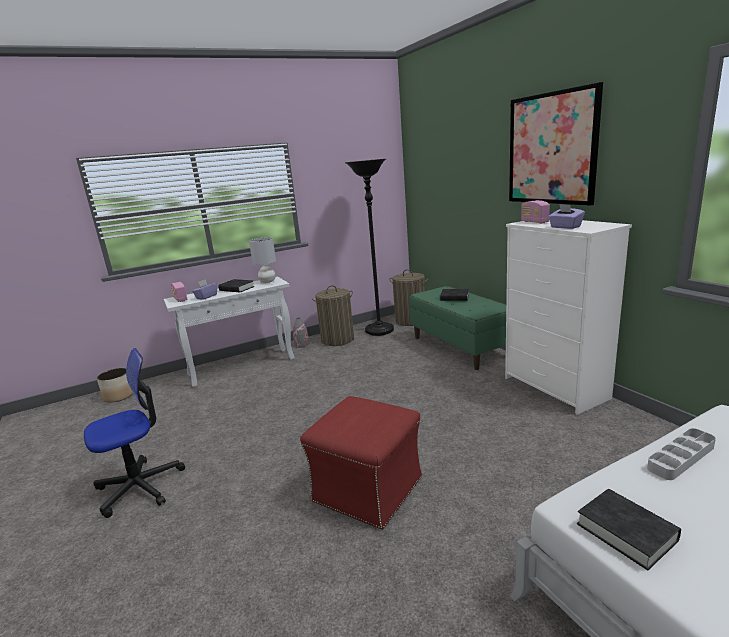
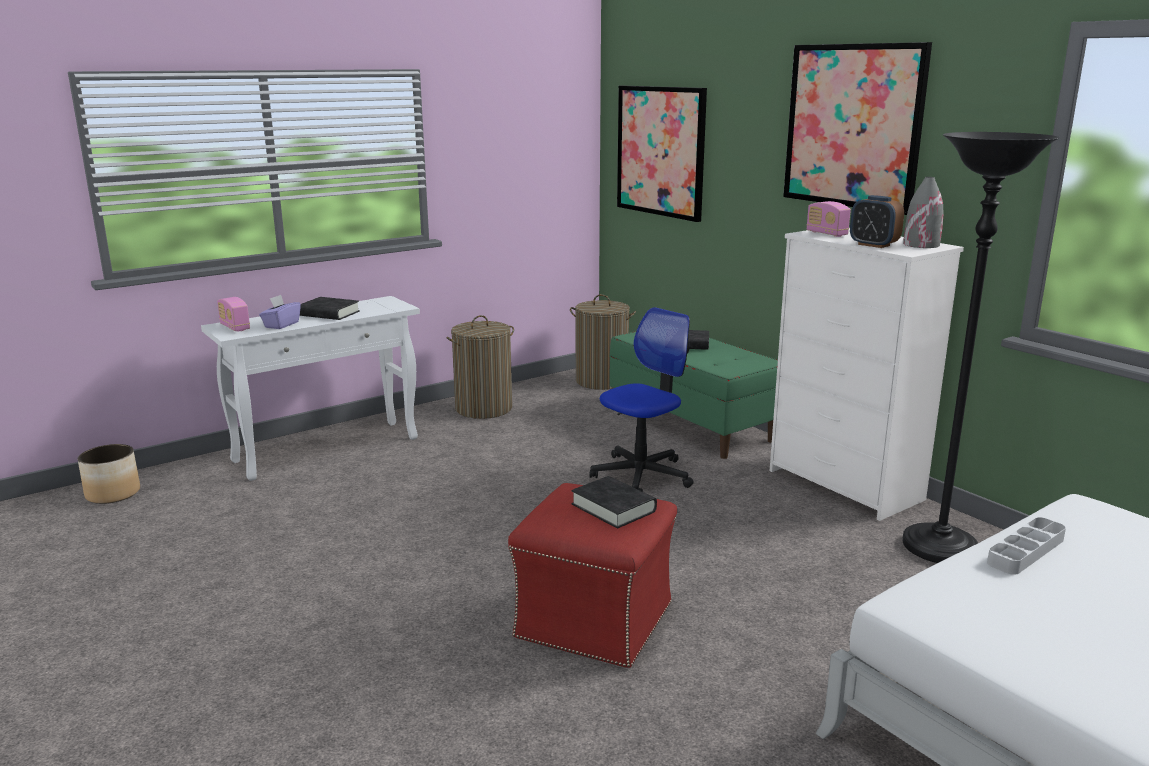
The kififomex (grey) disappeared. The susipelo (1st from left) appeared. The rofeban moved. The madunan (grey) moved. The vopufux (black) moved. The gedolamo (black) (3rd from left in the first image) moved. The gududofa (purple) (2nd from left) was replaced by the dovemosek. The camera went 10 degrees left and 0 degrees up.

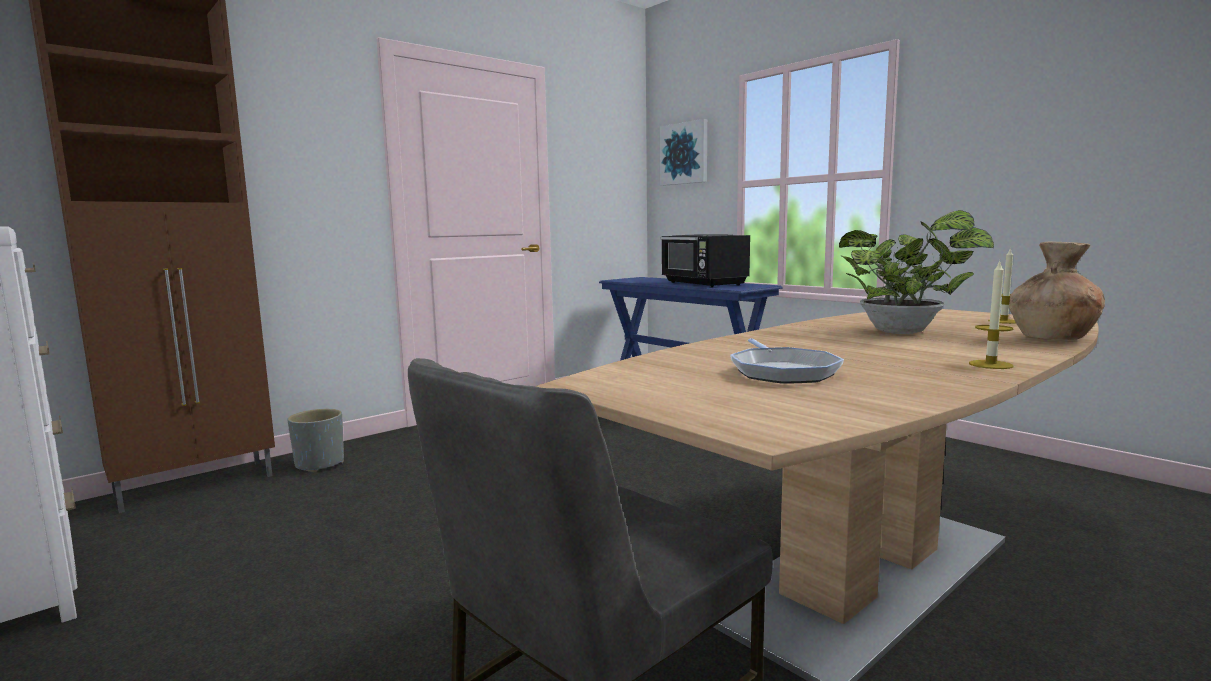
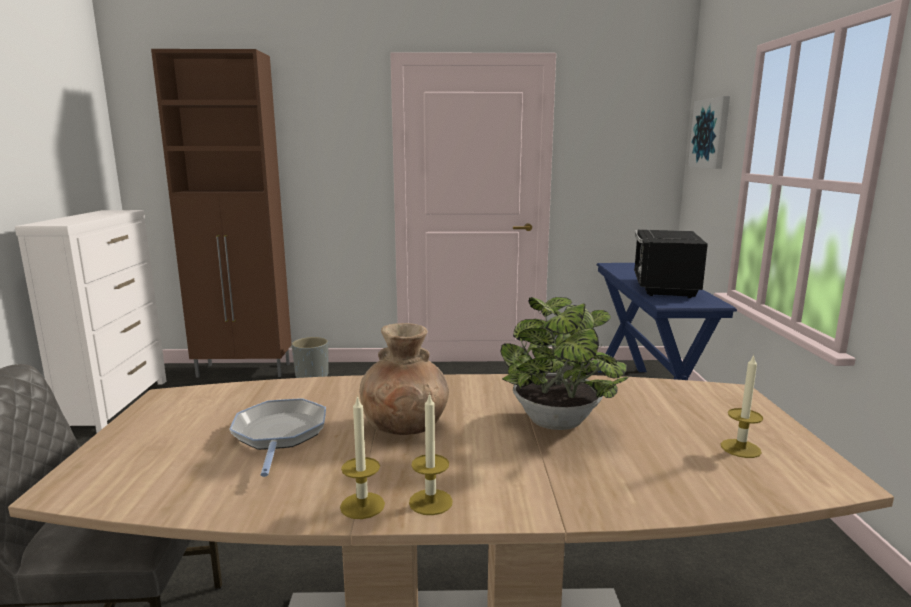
The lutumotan (1st from left) appeared. The madunan (brown) moved. The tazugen turned 135 degrees clockwise. The camera went 40 degrees right and 5 degrees up.

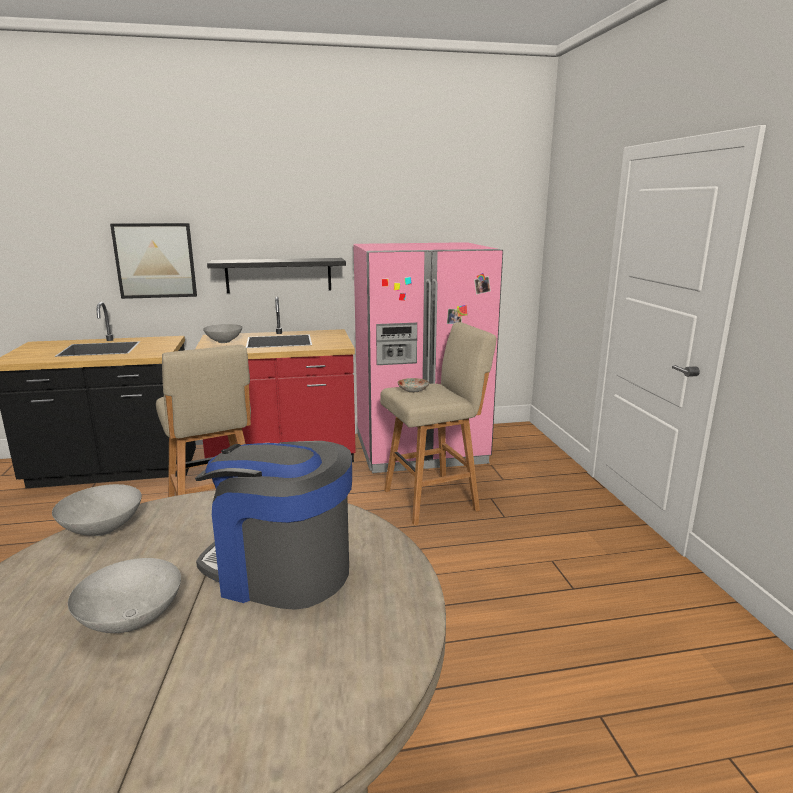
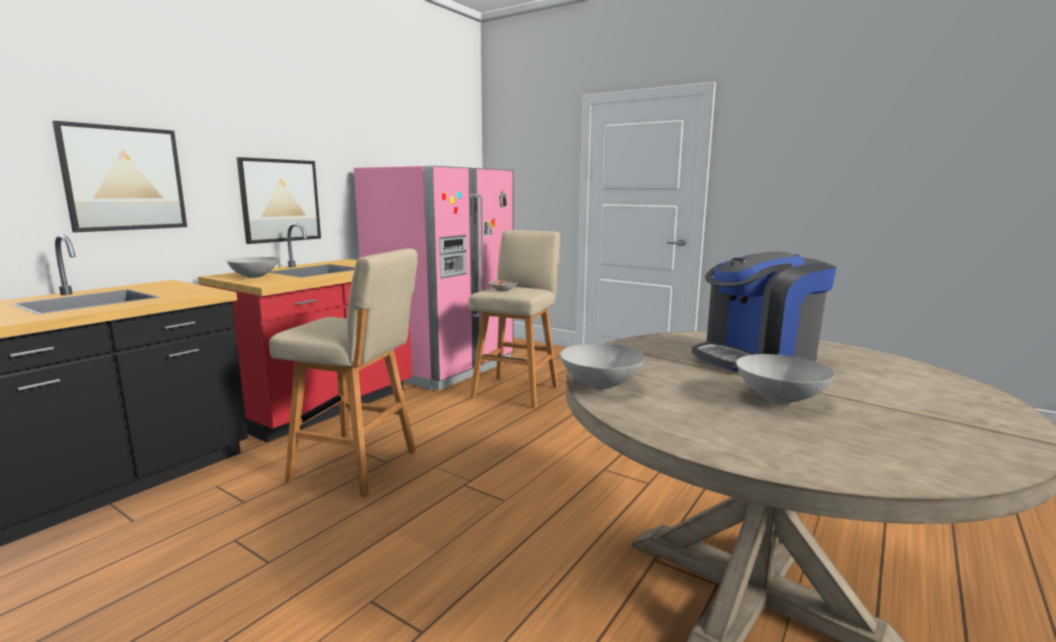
The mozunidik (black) was replaced by the susipelo (2nd from left). The camera went 45 degrees left and 5 degrees down.

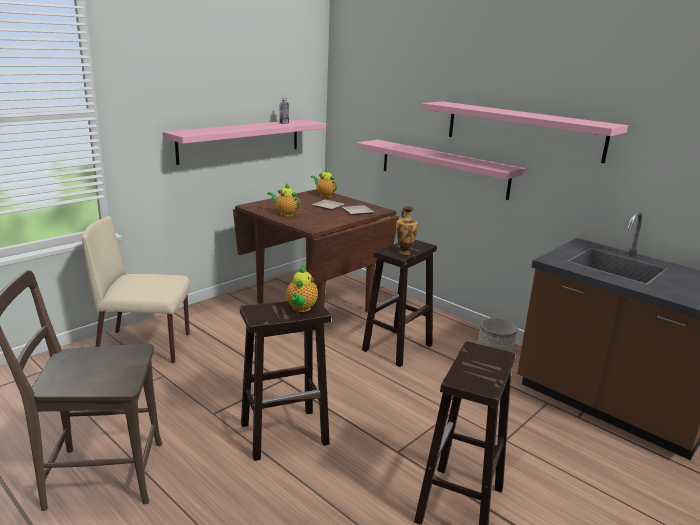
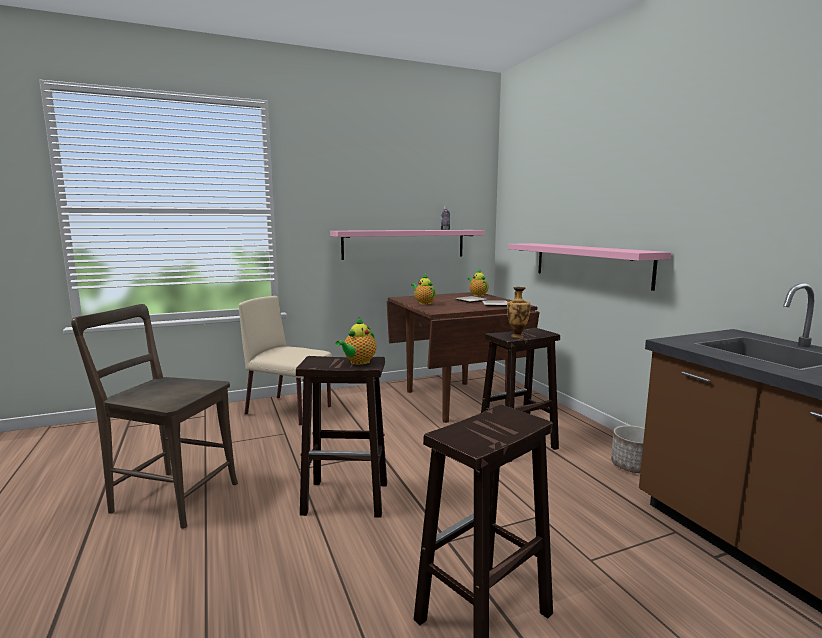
The mozunidik (pink) (3rd from left) disappeared. The camera went 25 degrees right and 10 degrees down.

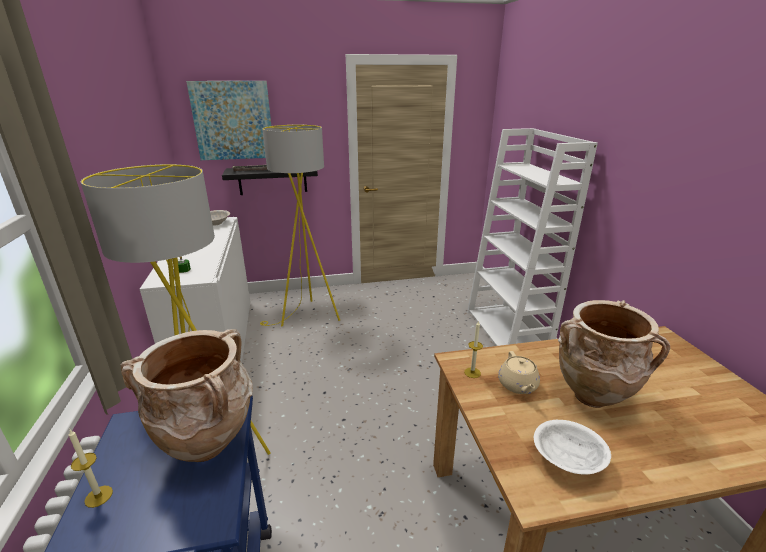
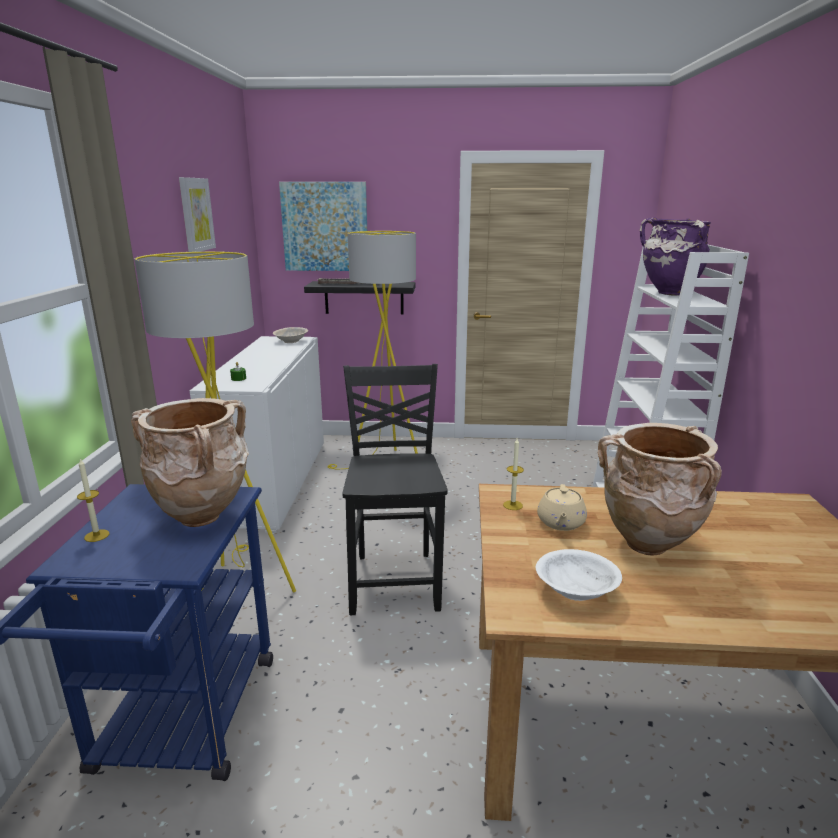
The susipelo (1st from left) appeared. The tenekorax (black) appeared. The madunan (purple) appeared. The camera went 15 degrees right and 5 degrees down.

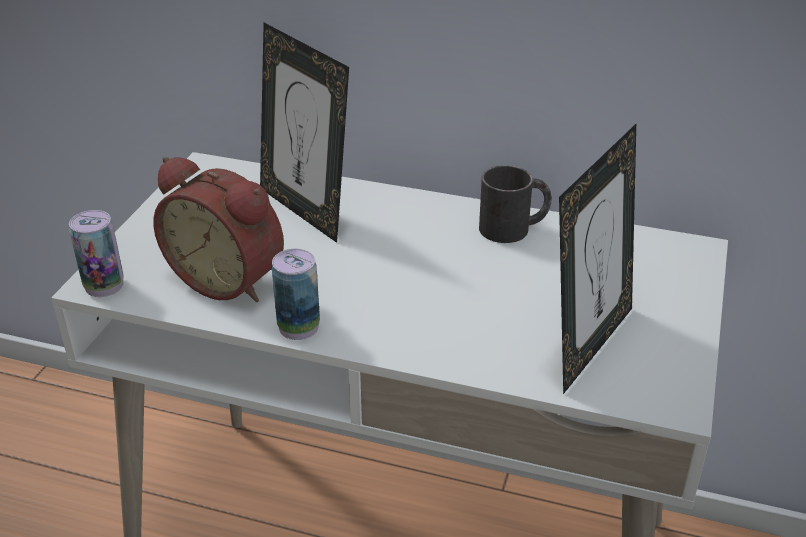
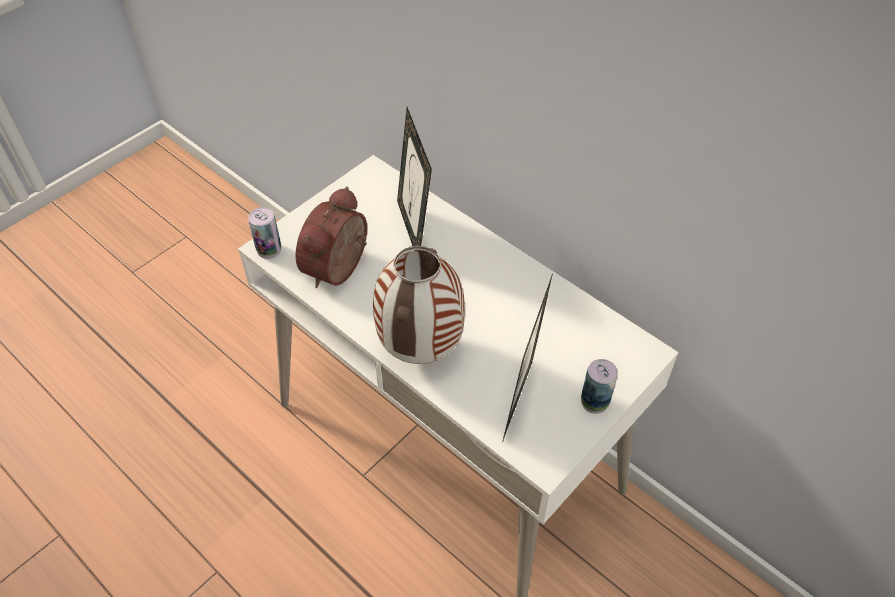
The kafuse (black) disappeared. The madunan appeared. The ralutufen (2nd from left) moved. The dovemosek turned 60 degrees clockwise. The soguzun (2nd from left) turned 135 degrees clockwise. The camera went 25 degrees right and 15 degrees up.

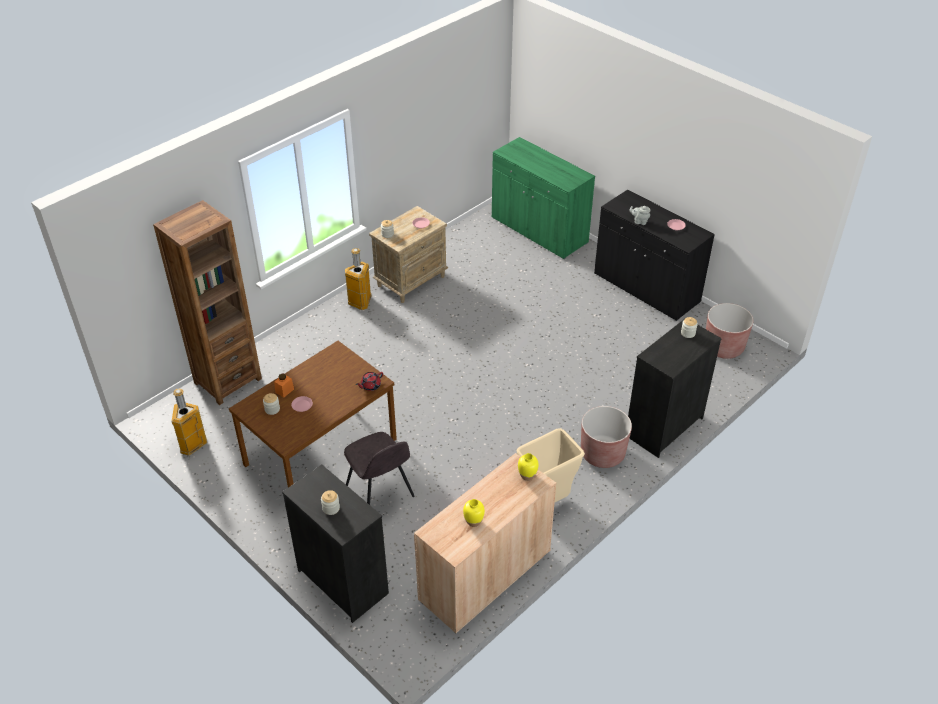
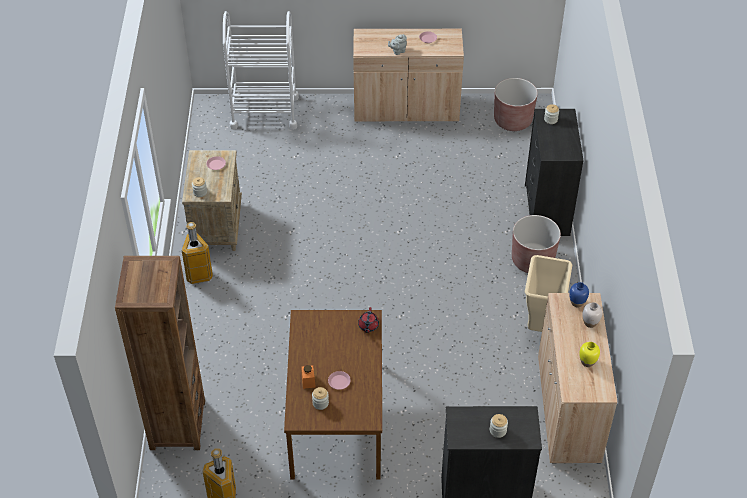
The tenekorax (grey) disappeared. The madunan (white) appeared. The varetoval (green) was replaced by the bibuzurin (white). The madunan (yellow) (2nd from left) became the madunan (blue). The varetoval (black) became the varetoval (beige) (1st from left). The camera went 45 degrees left and 5 degrees up.

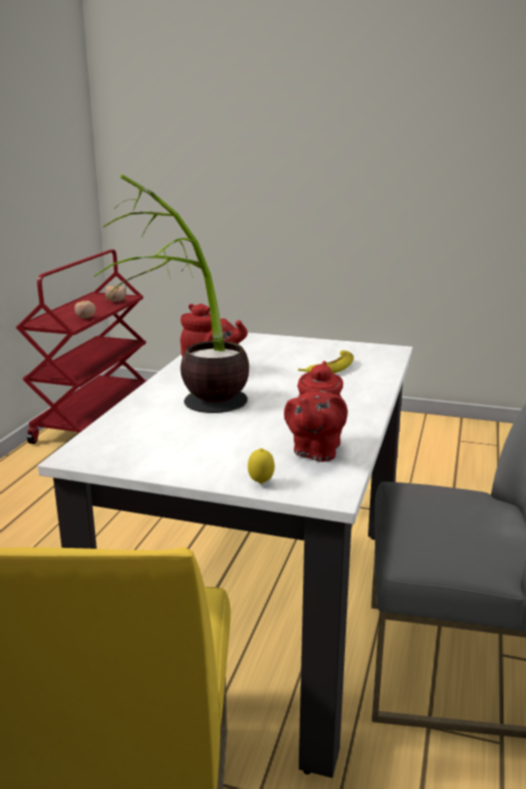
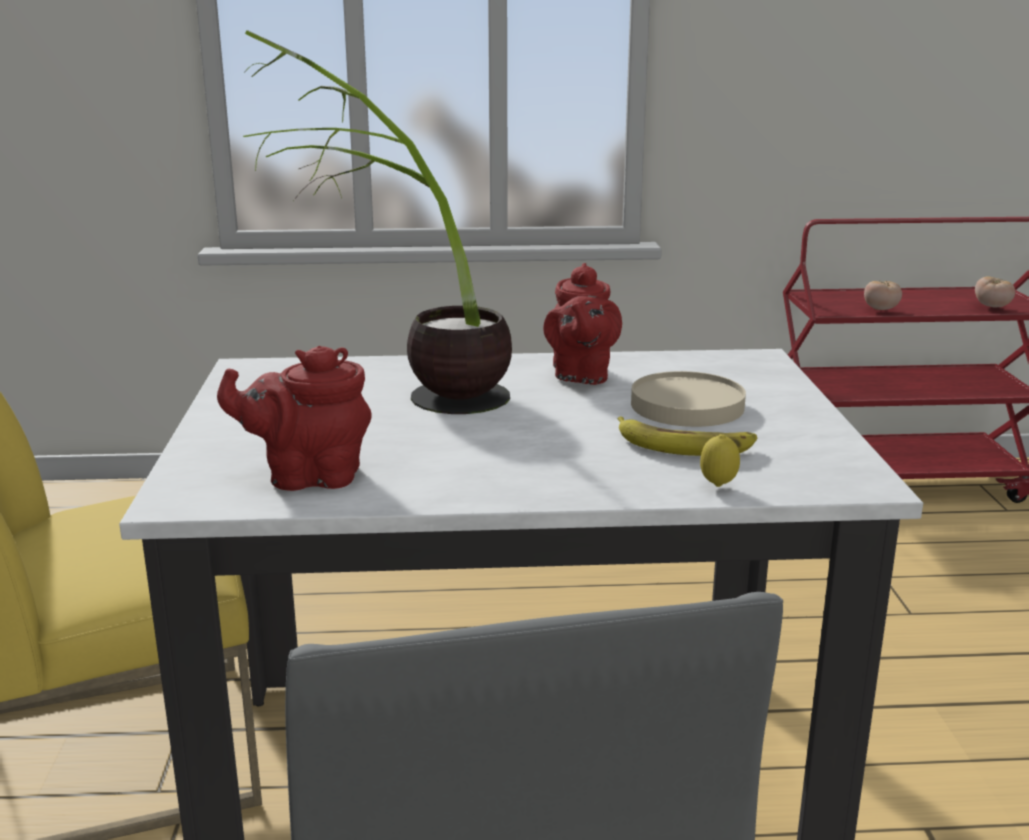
The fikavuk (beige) appeared. The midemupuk moved. The camera went 70 degrees right and 0 degrees up.

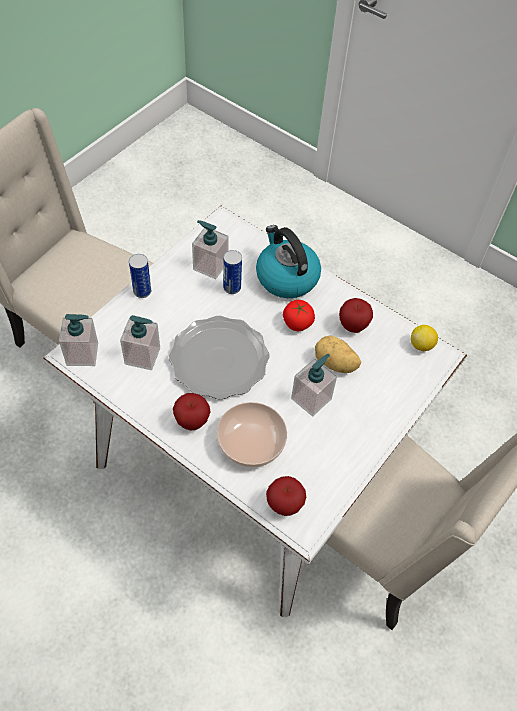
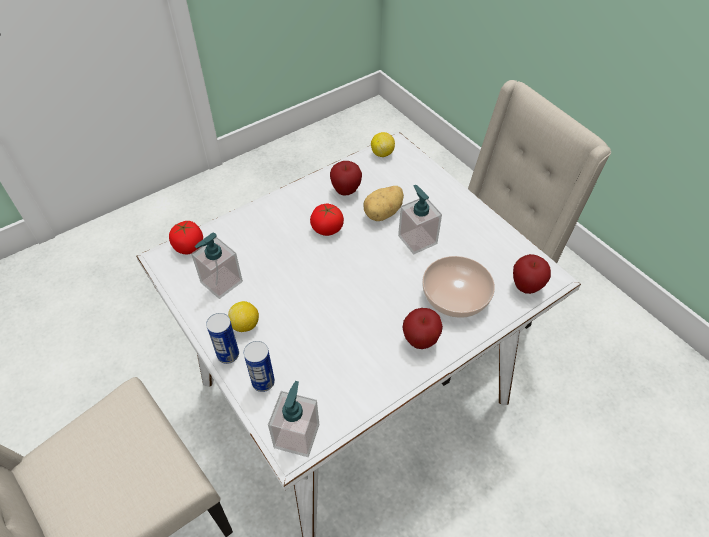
The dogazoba (2nd from left) disappeared. The fikavuk disappeared. The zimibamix disappeared. The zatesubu (1st from left) appeared. The midemupuk (1st from left) appeared. The ralutufen (2nd from left) moved. The camera went 70 degrees left and 5 degrees down.

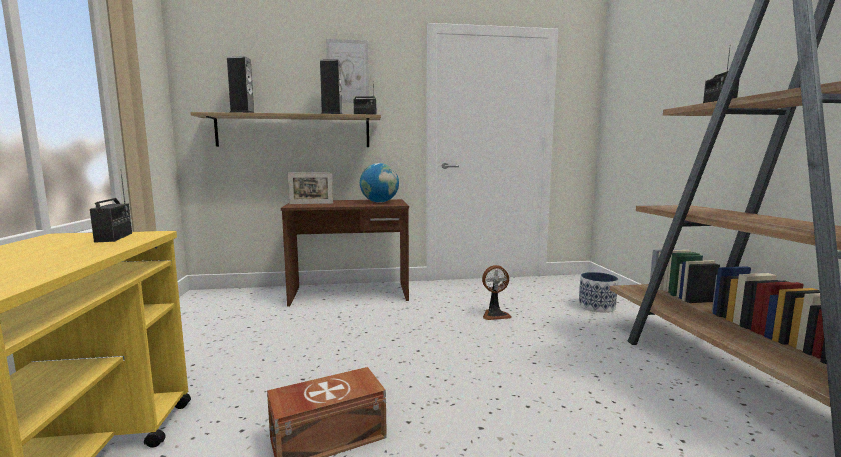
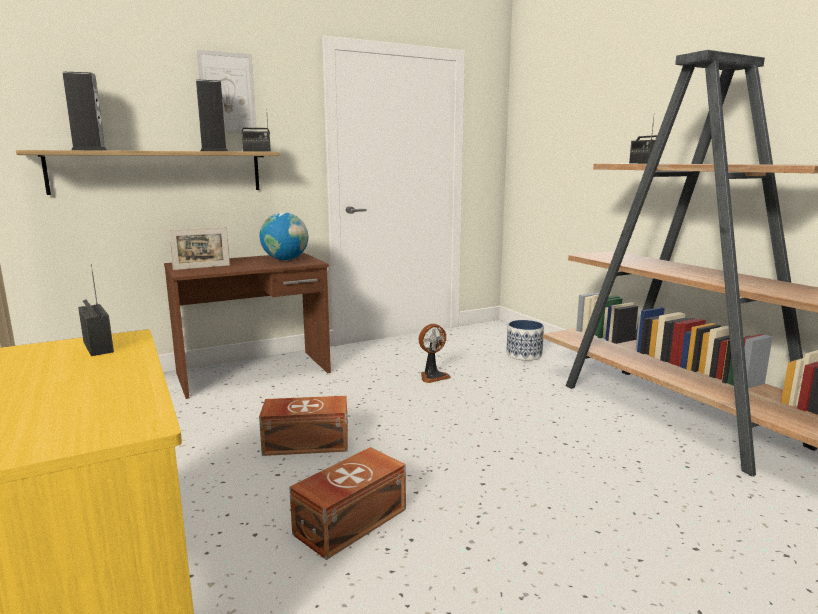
The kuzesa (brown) (1st from left) appeared. The camera went 20 degrees left and 5 degrees up.

